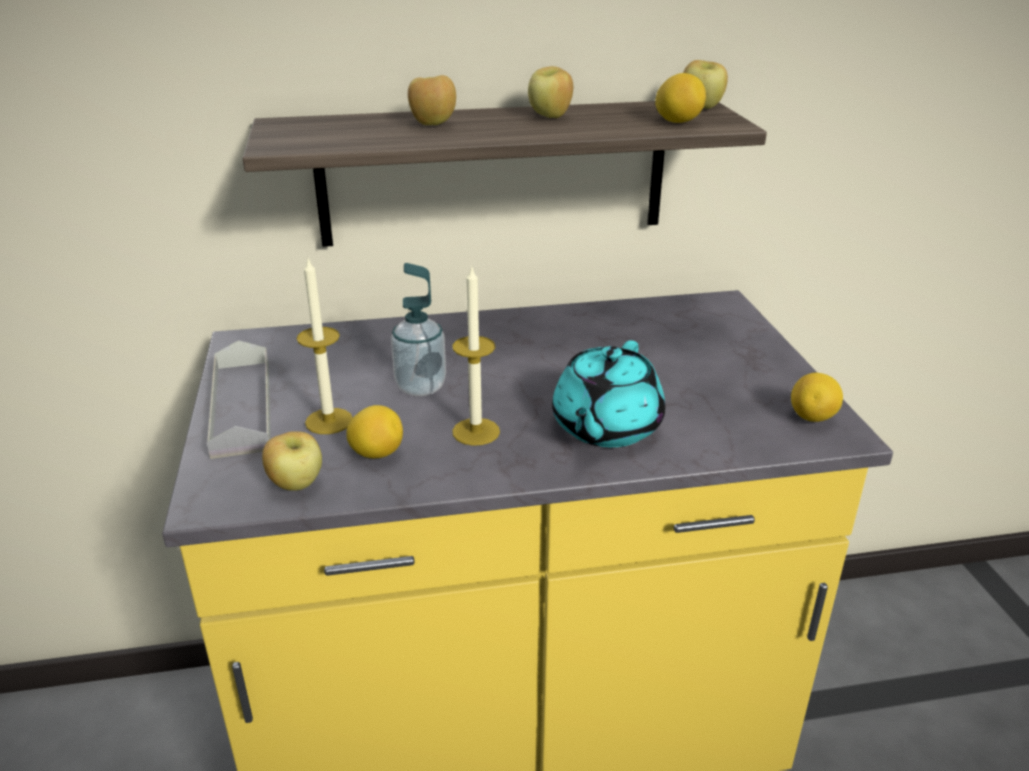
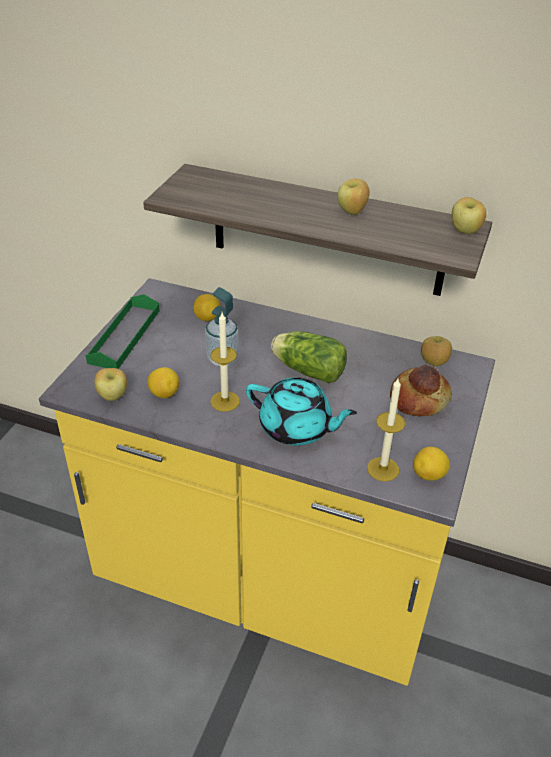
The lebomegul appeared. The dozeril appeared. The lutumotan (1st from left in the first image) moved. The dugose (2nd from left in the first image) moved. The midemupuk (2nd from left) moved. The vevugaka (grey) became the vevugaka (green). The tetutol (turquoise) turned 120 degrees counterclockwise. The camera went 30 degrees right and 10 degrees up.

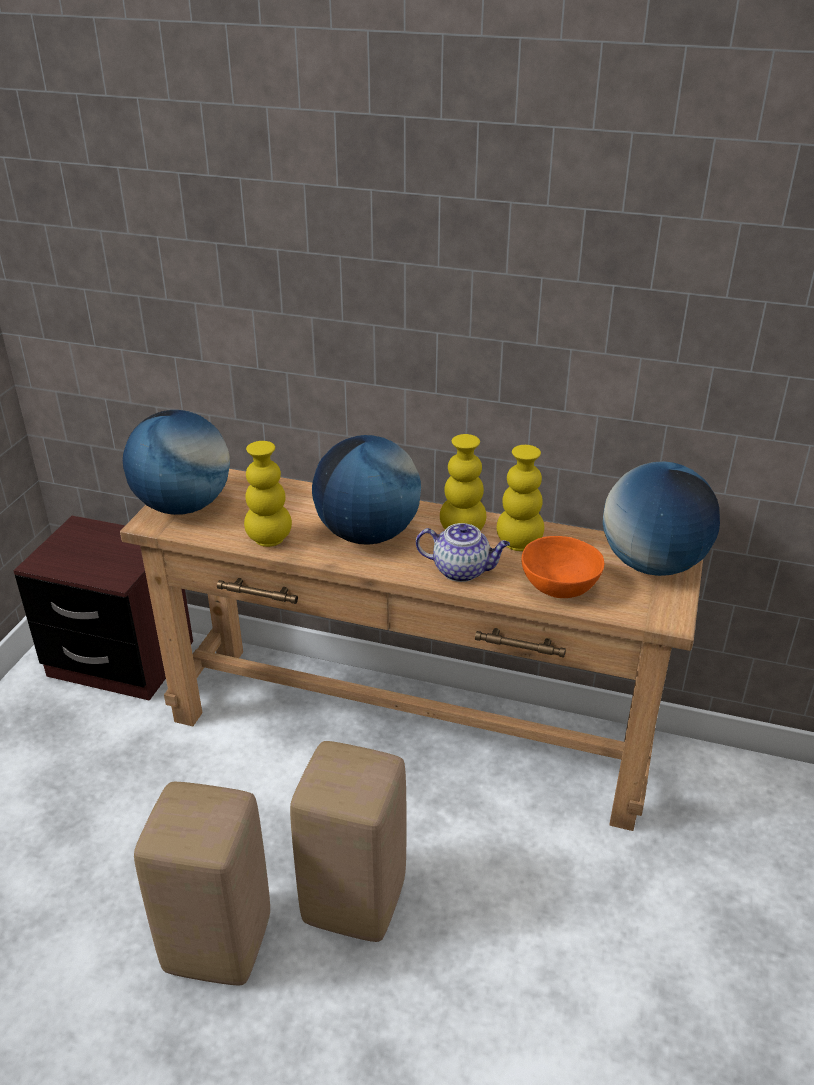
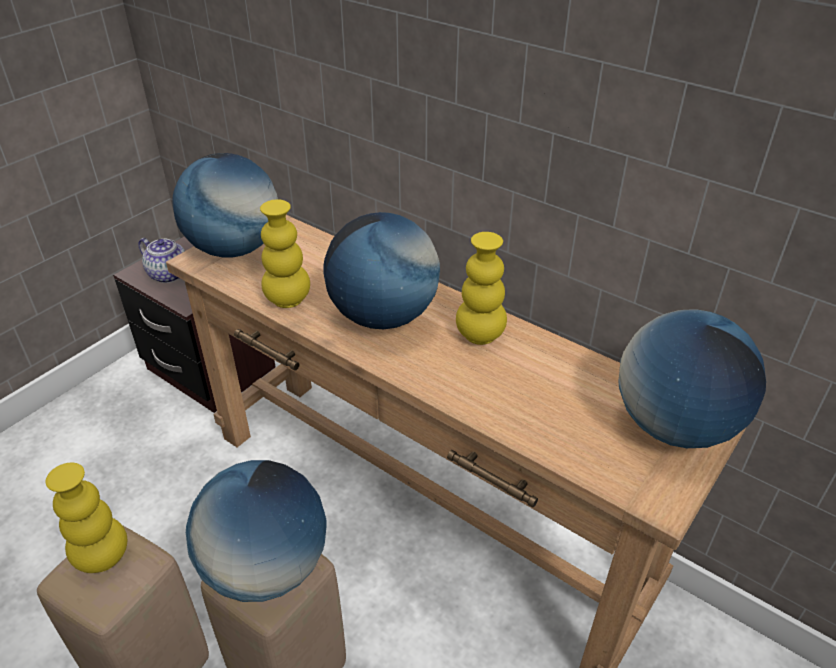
The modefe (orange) disappeared. The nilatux (2nd from left) appeared. The tetutol moved. The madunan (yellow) (3rd from left in the first image) moved. The camera went 20 degrees right and 5 degrees up.

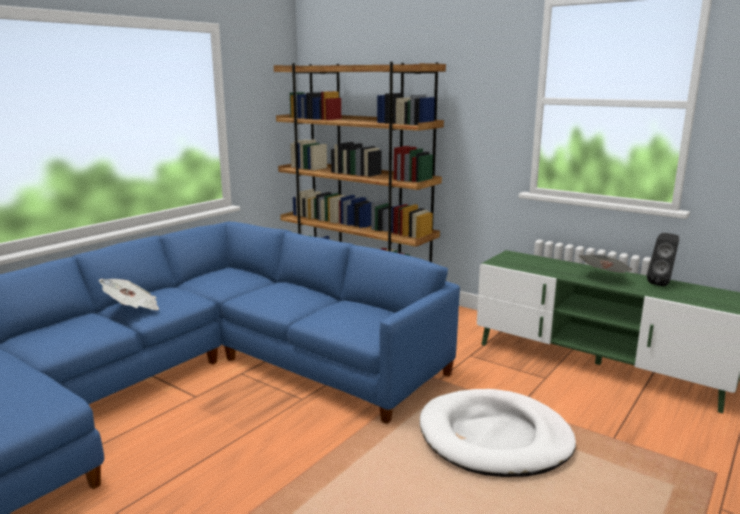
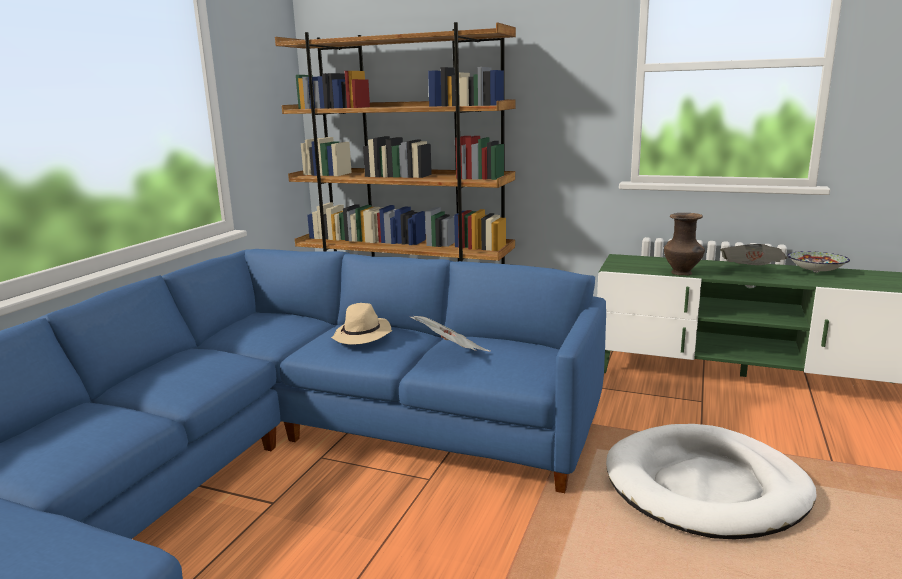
The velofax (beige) appeared. The madunan (brown) appeared. The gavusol (1st from left) moved. The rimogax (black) was replaced by the modefe. The camera went 15 degrees left and 0 degrees up.

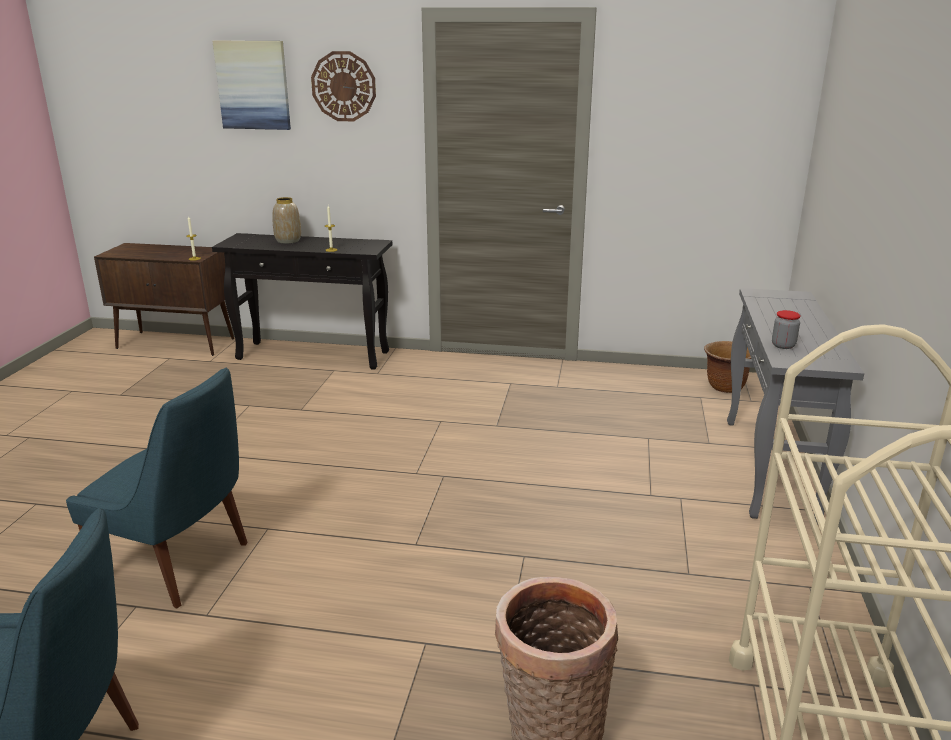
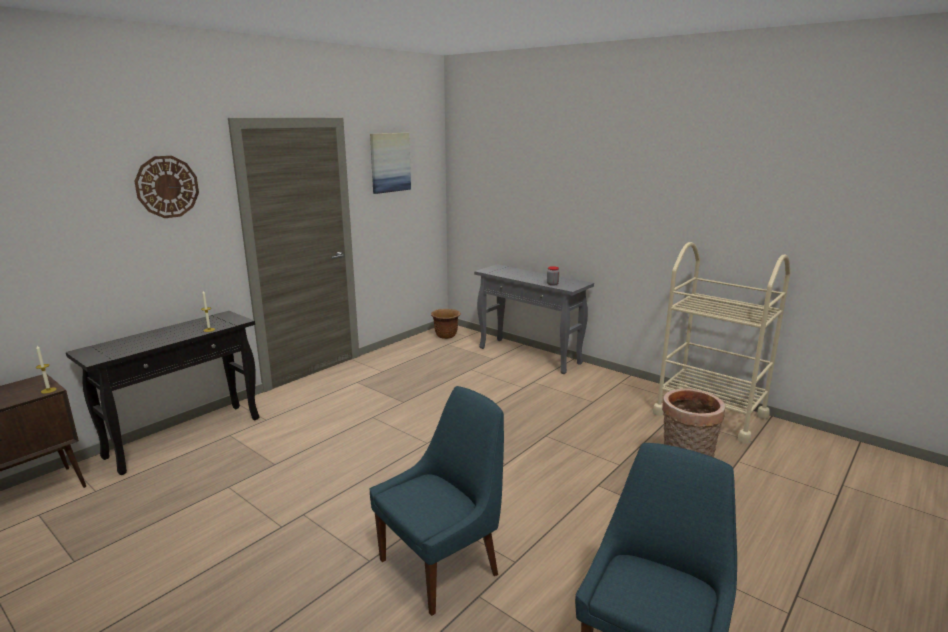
The madunan disappeared. The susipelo moved. The camera went 60 degrees left and 5 degrees down.

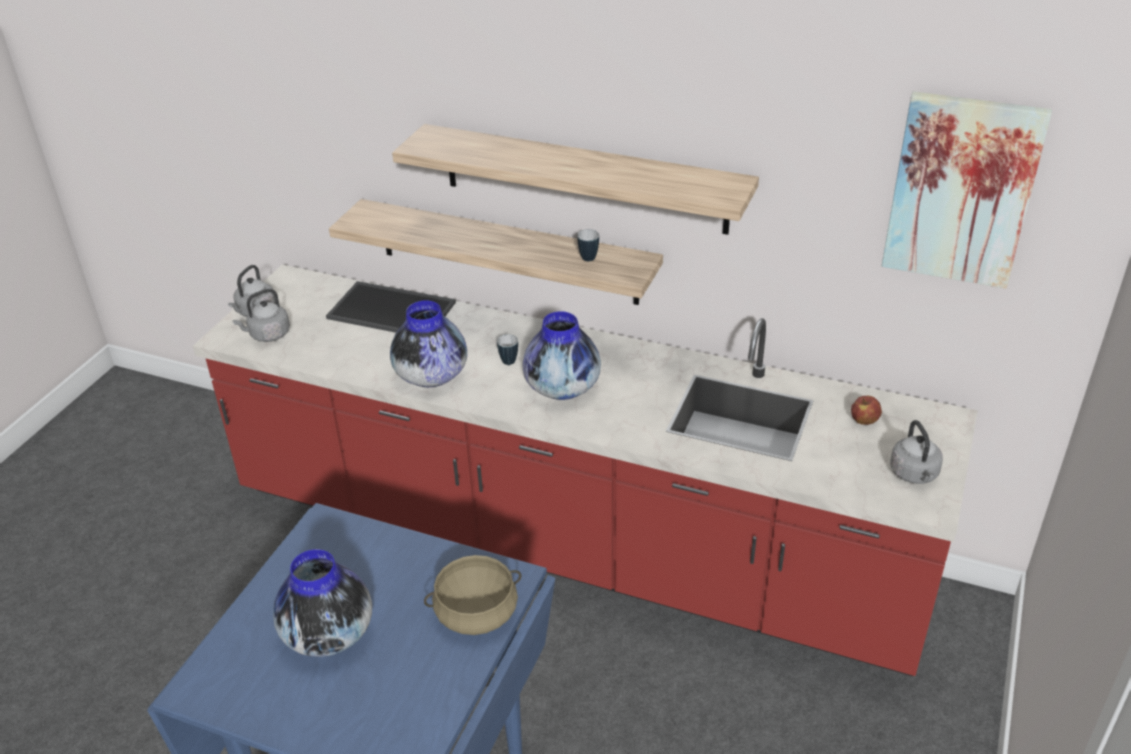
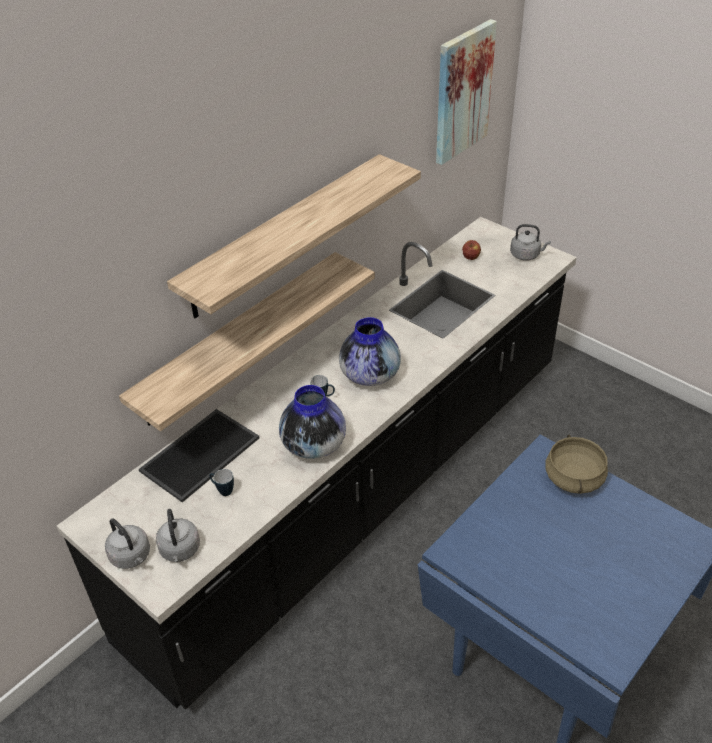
The madunan (1st from left) disappeared. The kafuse (2nd from left in the first image) moved. The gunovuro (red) became the gunovuro (black). The camera went 70 degrees left and 5 degrees up.

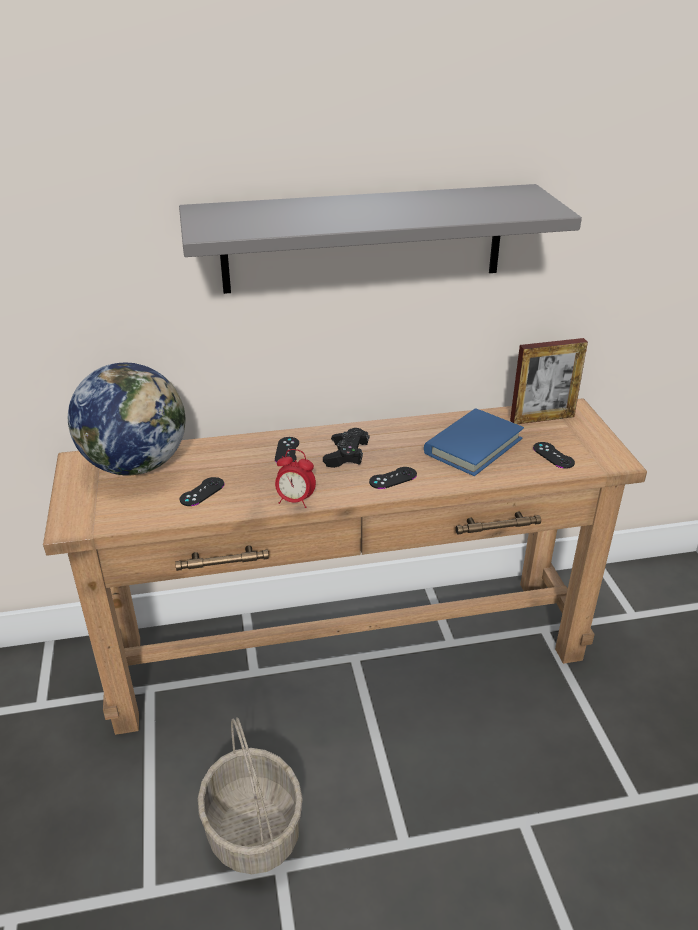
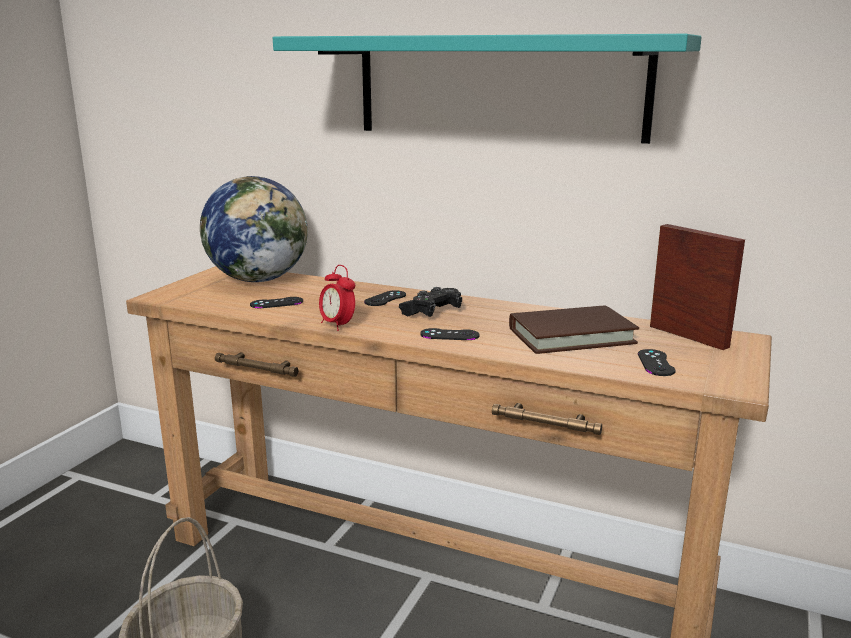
The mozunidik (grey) became the mozunidik (turquoise). The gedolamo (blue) became the gedolamo (brown). The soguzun turned 150 degrees counterclockwise. The camera went 35 degrees right and 15 degrees down.

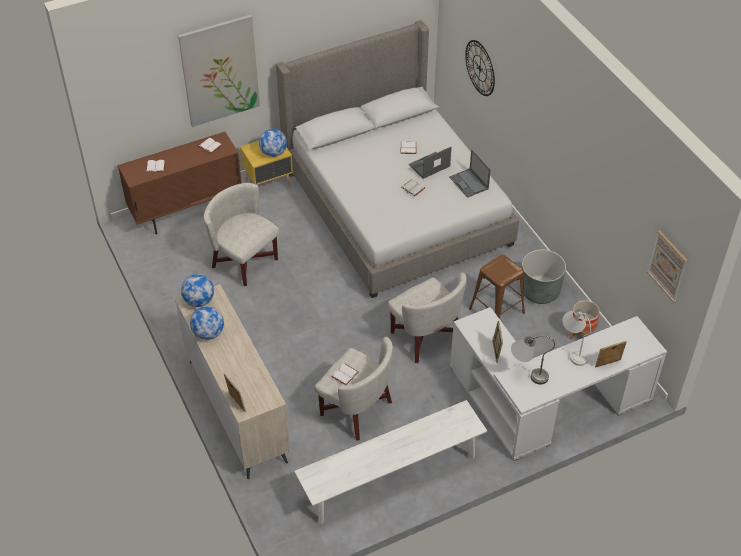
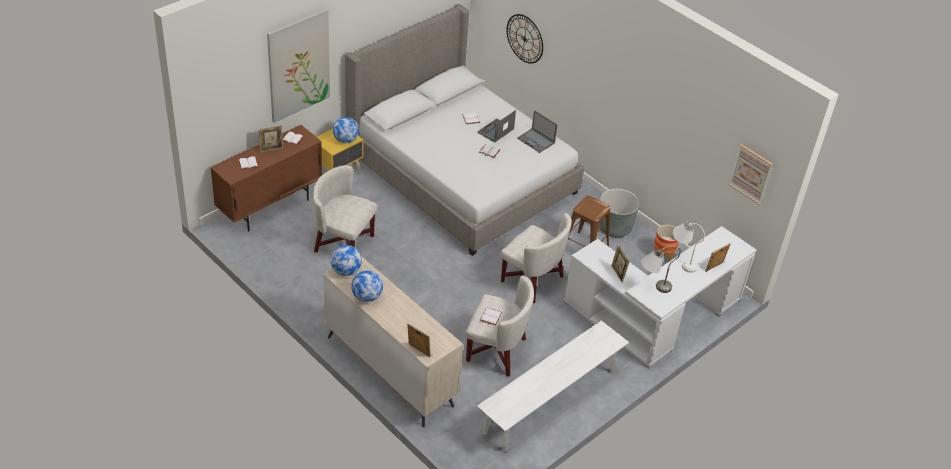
The soguzun (1st from left) appeared. The camera went 20 degrees left and 5 degrees down.

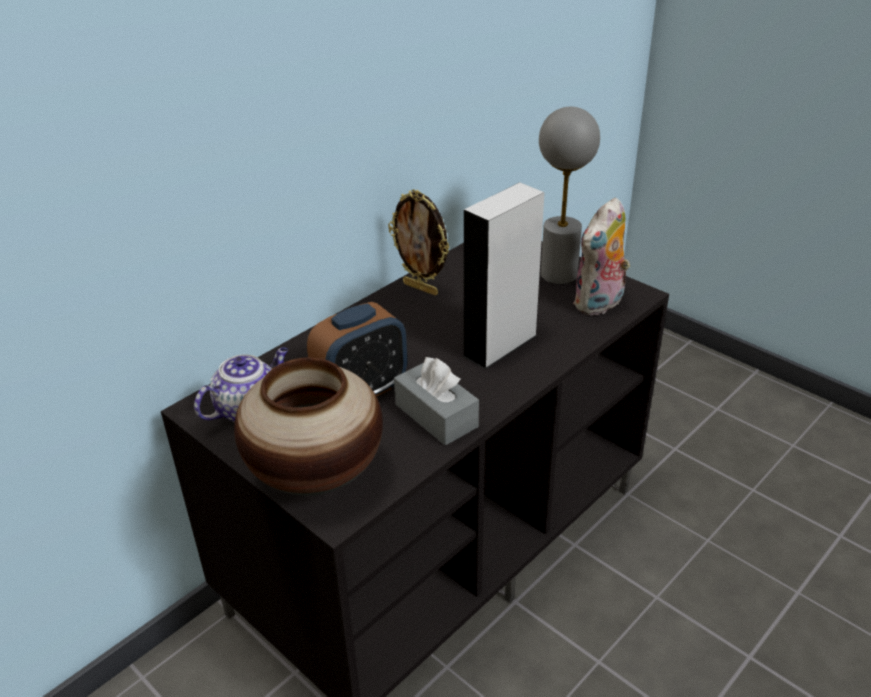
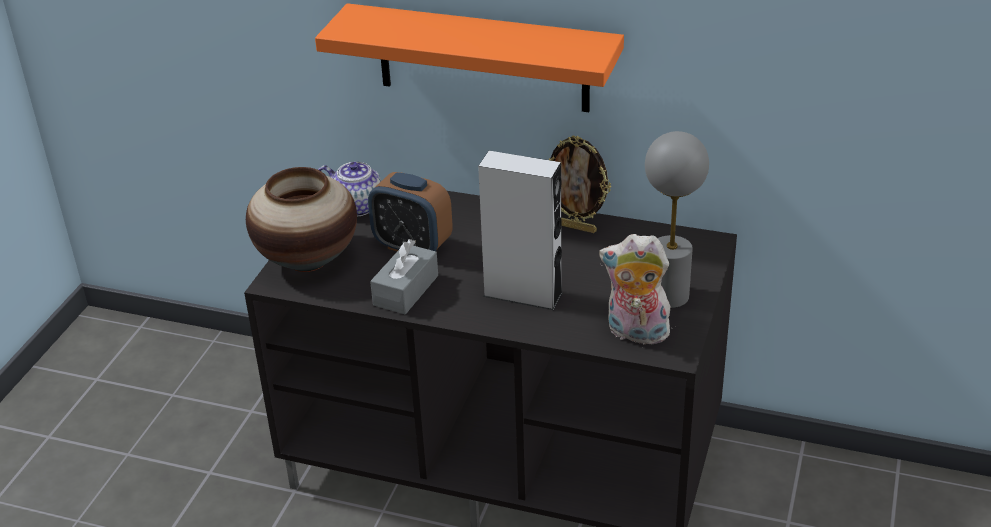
The mozunidik (orange) appeared. The soguzun turned 75 degrees counterclockwise. The camera went 65 degrees right and 0 degrees up.

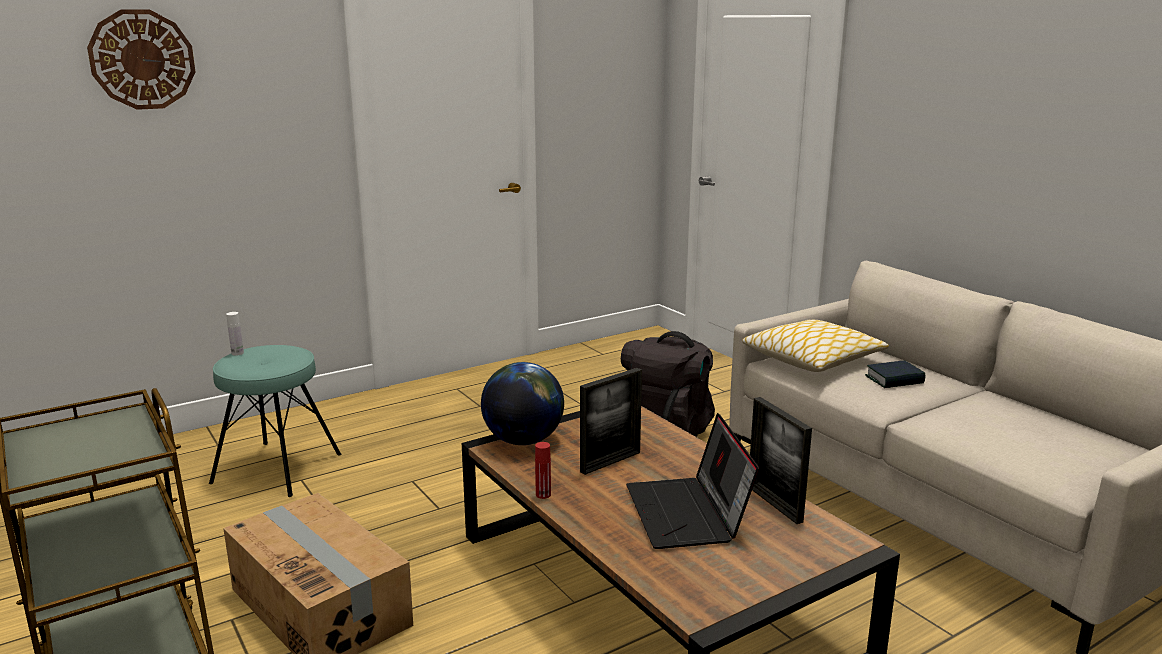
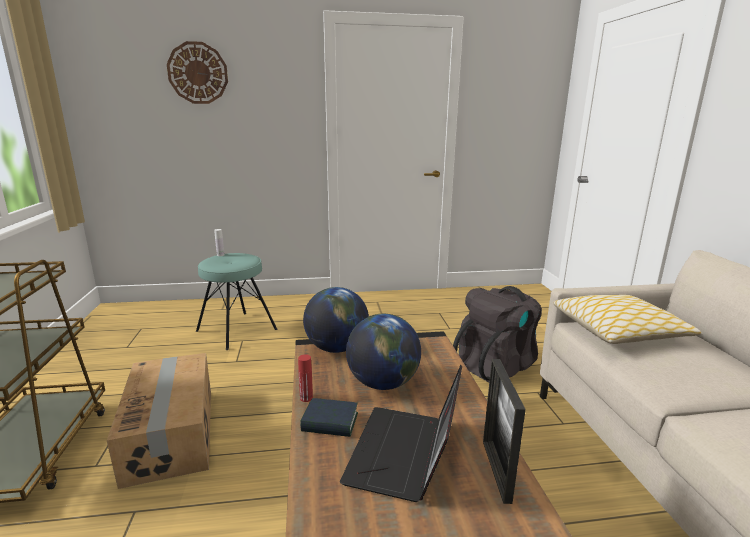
The gedolamo moved. The soguzun (1st from left) was replaced by the nilatux (2nd from left). The camera went 25 degrees right and 0 degrees up.

